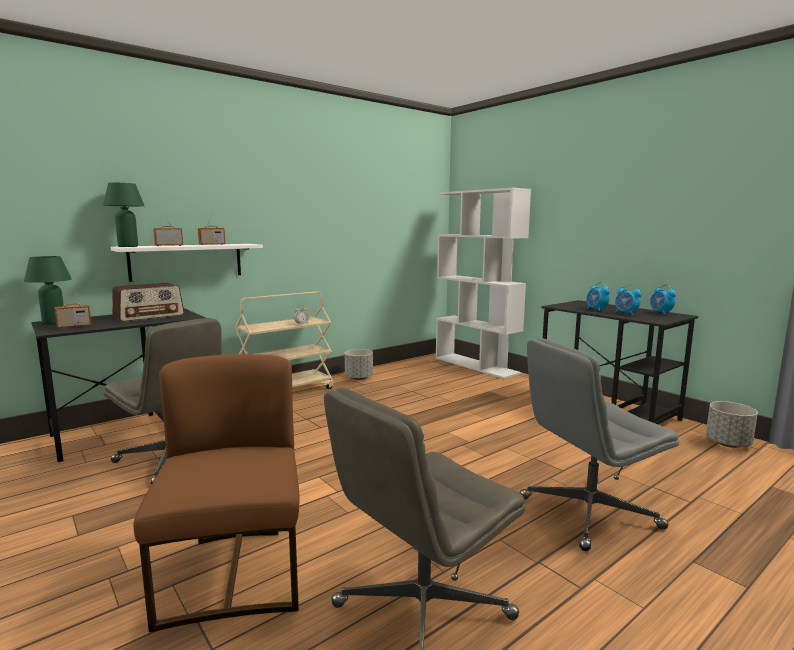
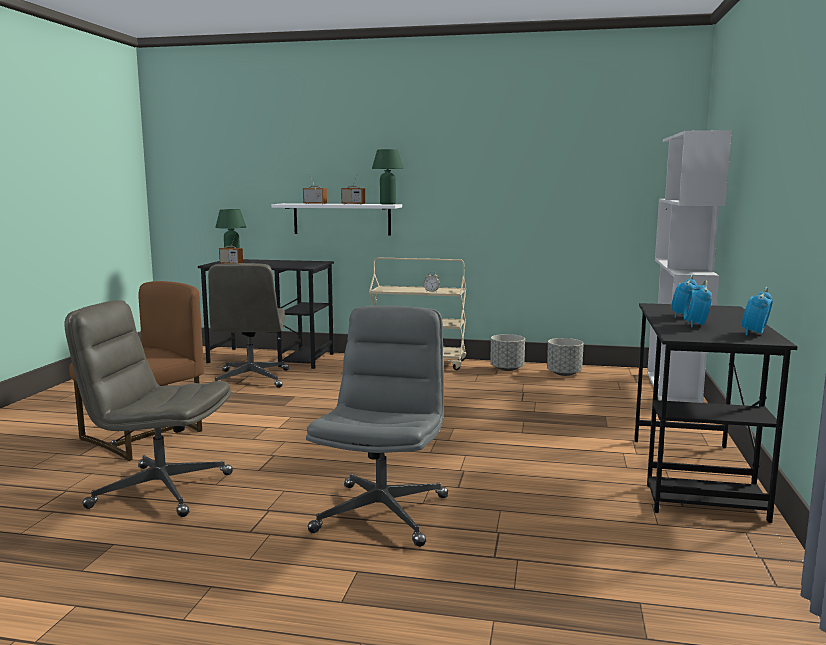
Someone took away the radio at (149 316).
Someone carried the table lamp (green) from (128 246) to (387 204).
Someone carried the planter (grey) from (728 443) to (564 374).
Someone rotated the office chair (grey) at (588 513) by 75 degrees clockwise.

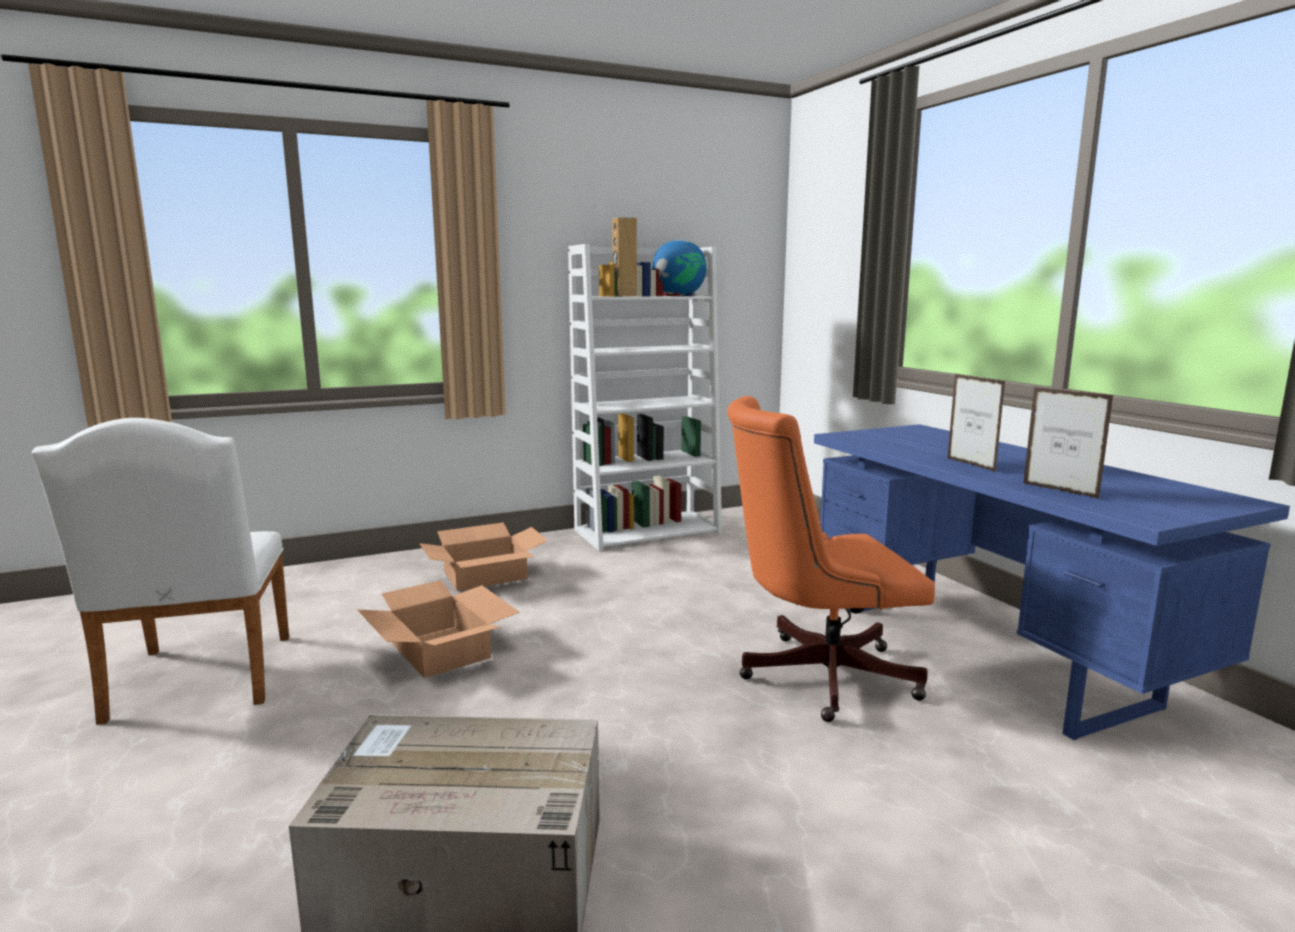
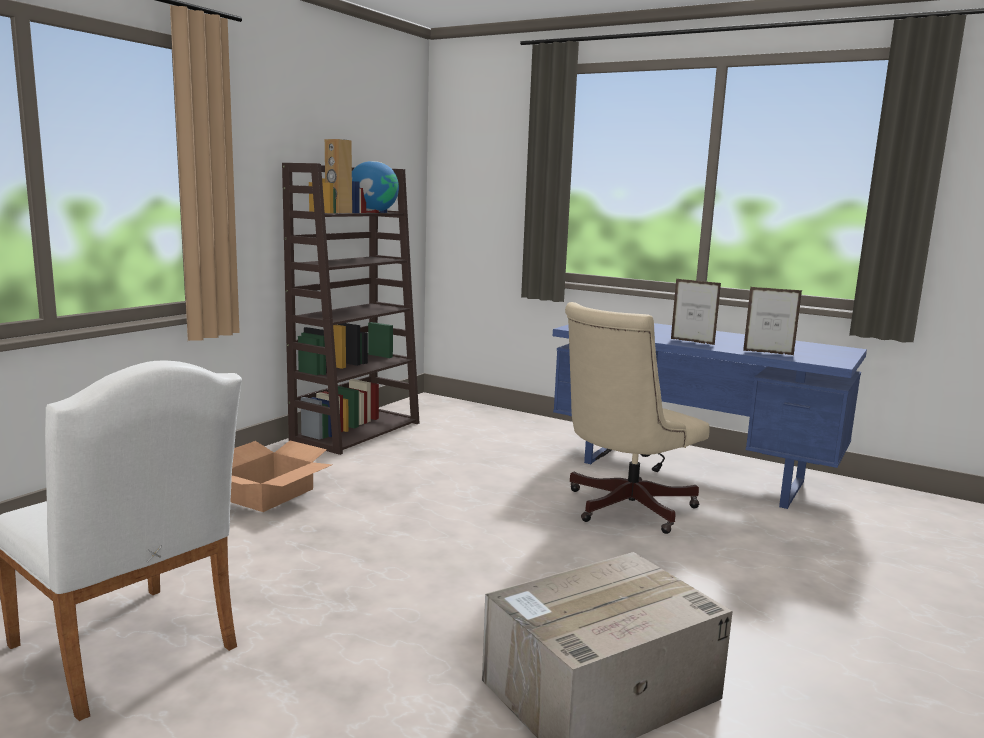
Someone took away the cardboard box at (441 651).
Someone repainted the bookcase (white) at (648 531), which became the bookcase (brown) at (356 431).
Someone repainted the office chair (orange) at (816 675), which became the office chair (beige) at (623 508).

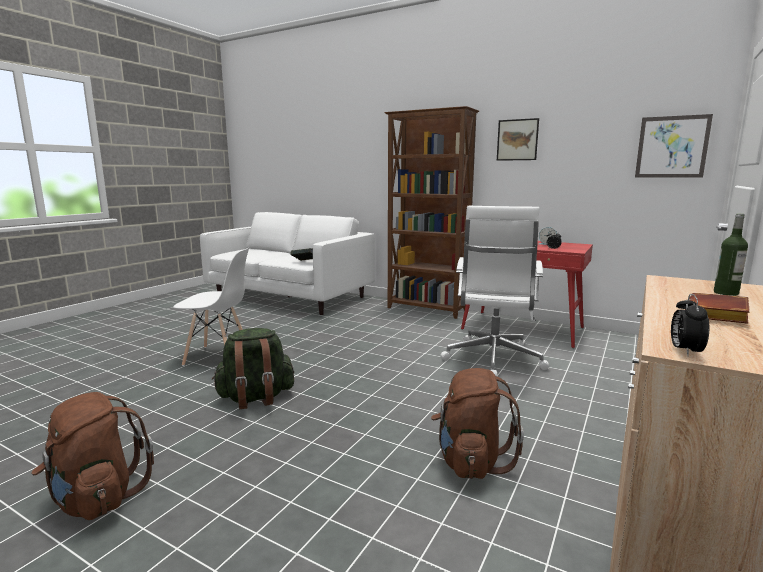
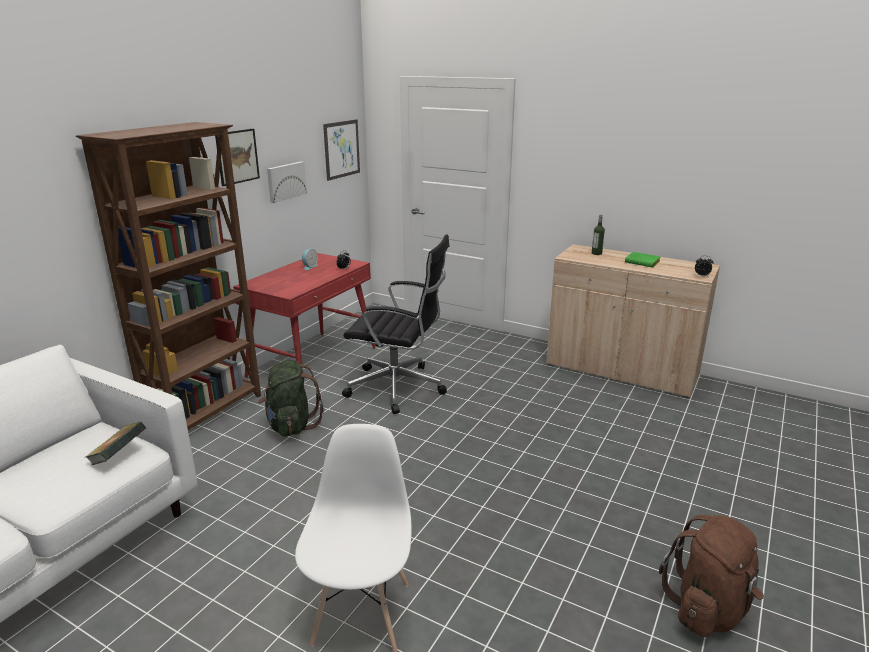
Someone took away the backpack (brown) at (470 461).
Someone put up the picture at (285 181).
Someone carried the backpack (green) from (256 398) to (291 425).
Someone repainted the office chair (white) at (493 360), which became the office chair (black) at (398 388).
Someone repainted the book (brown) at (718 315), which became the book (green) at (643 263).

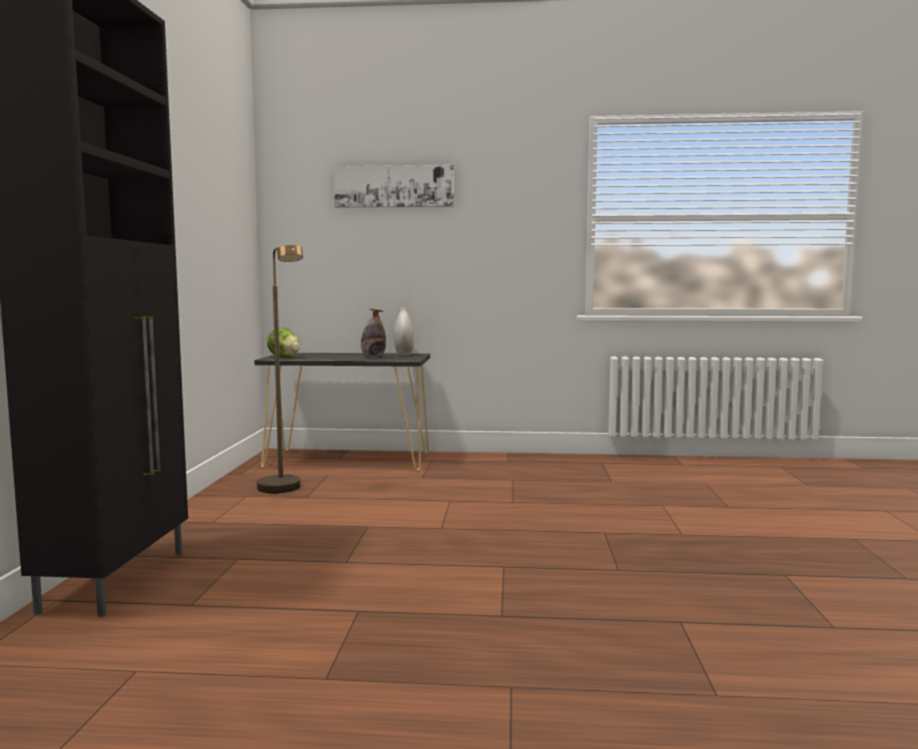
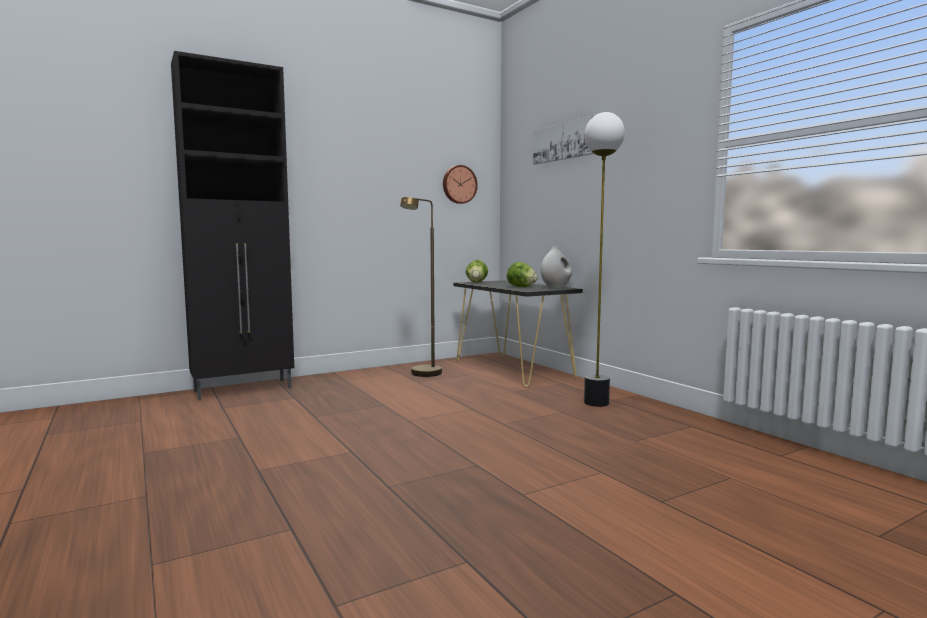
Someone put up the wall clock at (459 184).
Someone put down the floor lamp at (597 403).
Someone swapped the bottle at (373 357) for the lettuce at (521 287).

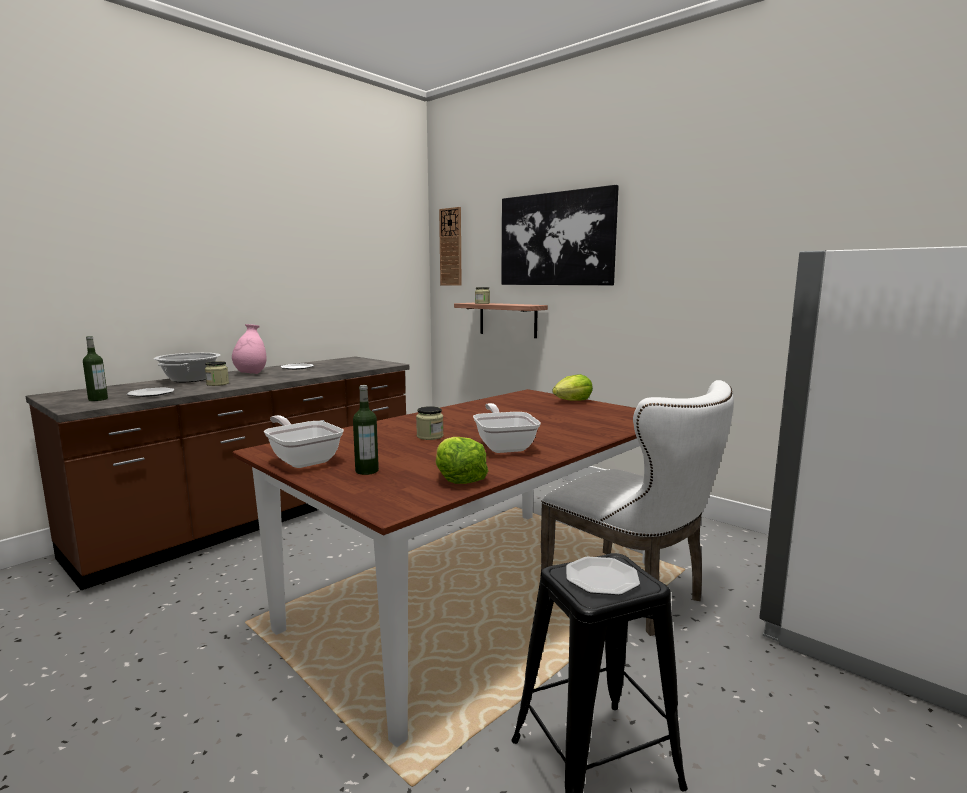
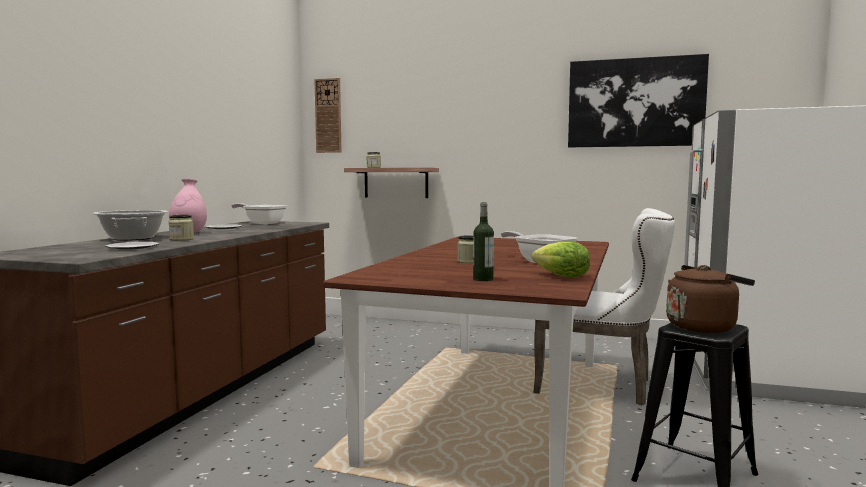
Someone took away the bottle at (98 399).
Someone took away the lettuce at (572 401).
Someone carried the frying pan from (303 459) to (262 223).
Someone carried the picture from (556 239) to (635 103).
Someone swapped the plate at (602 579) for the kettle (brown) at (703 327).

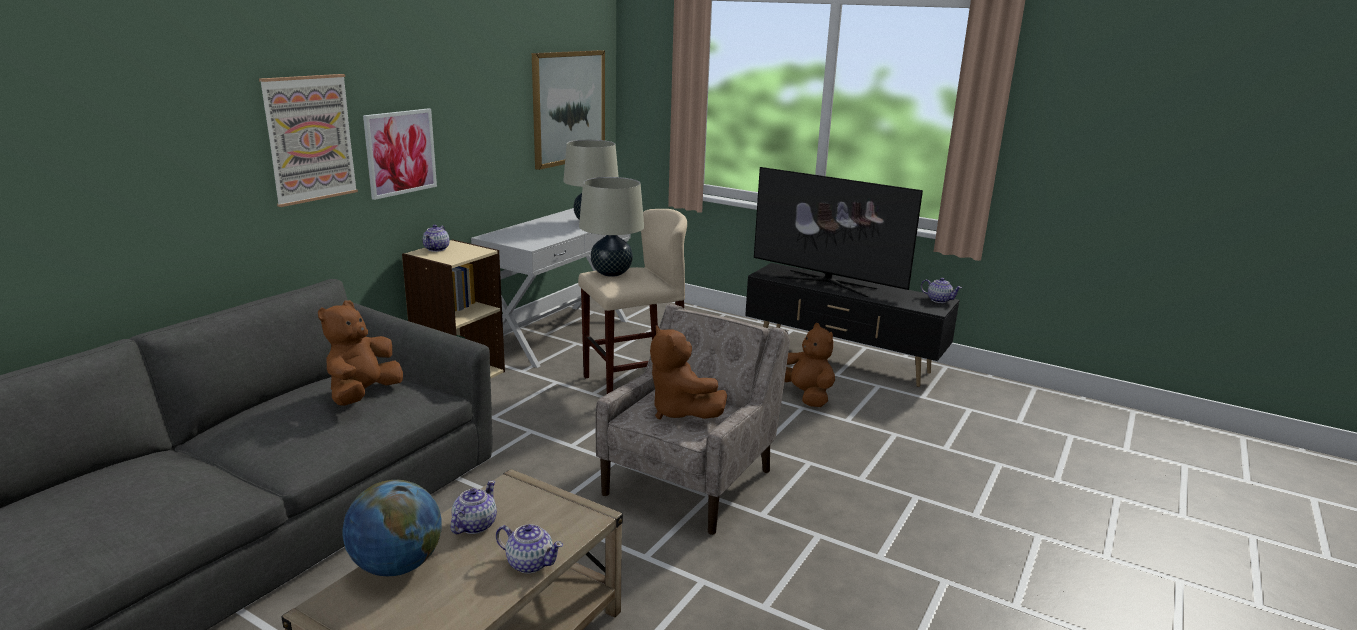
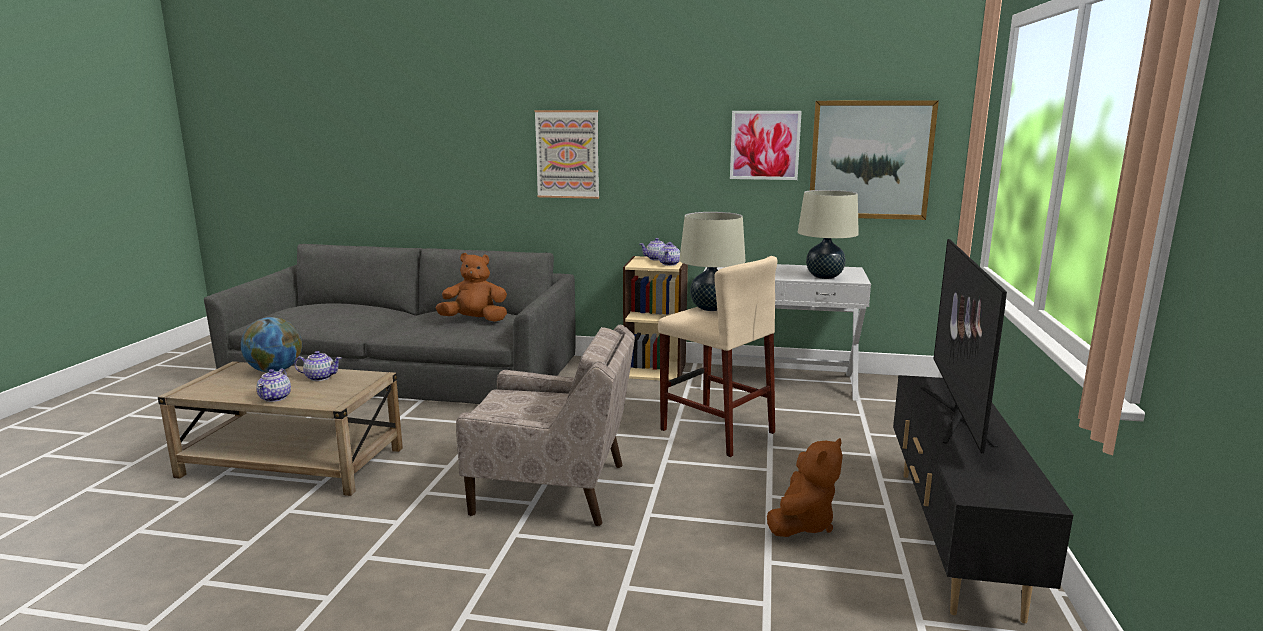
Someone took away the plush toy (brown) at (680 412).
Someone carried the picture from (400 152) to (765 145).
Someone carried the teapot from (938 300) to (669 264).

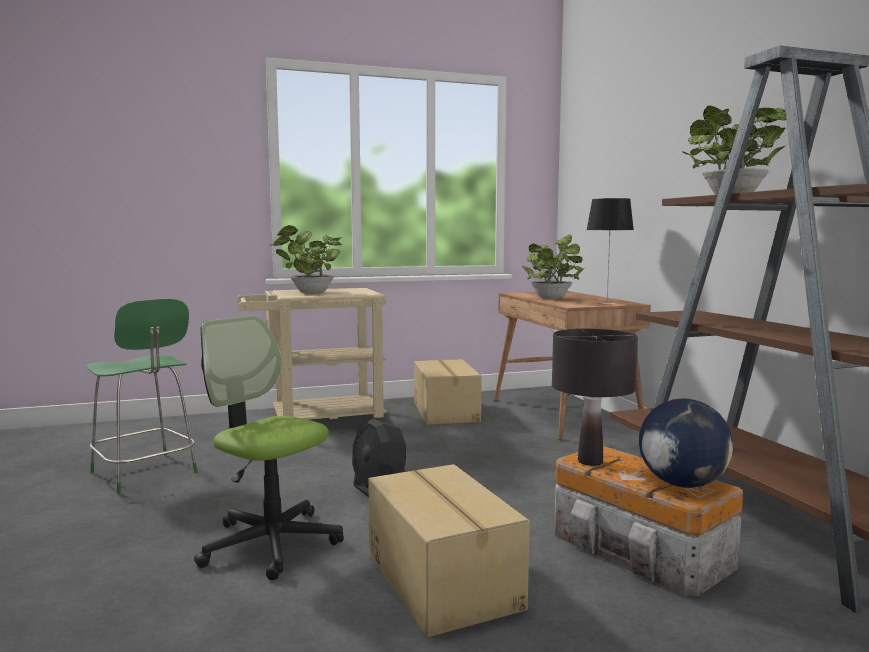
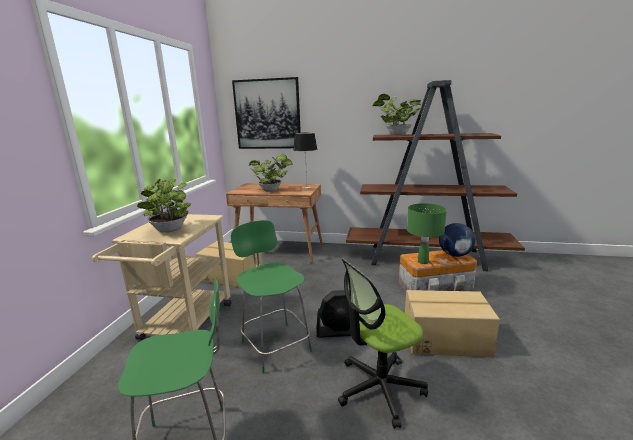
Someone put down the chair (green) at (275 345).
Someone put up the picture at (267 114).
Someone repainted the table lamp (black) at (590 461), which became the table lamp (green) at (423 262).

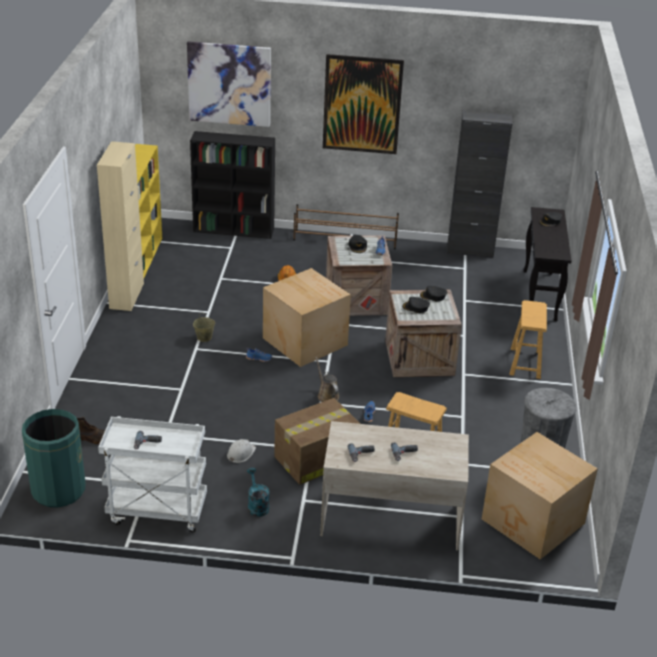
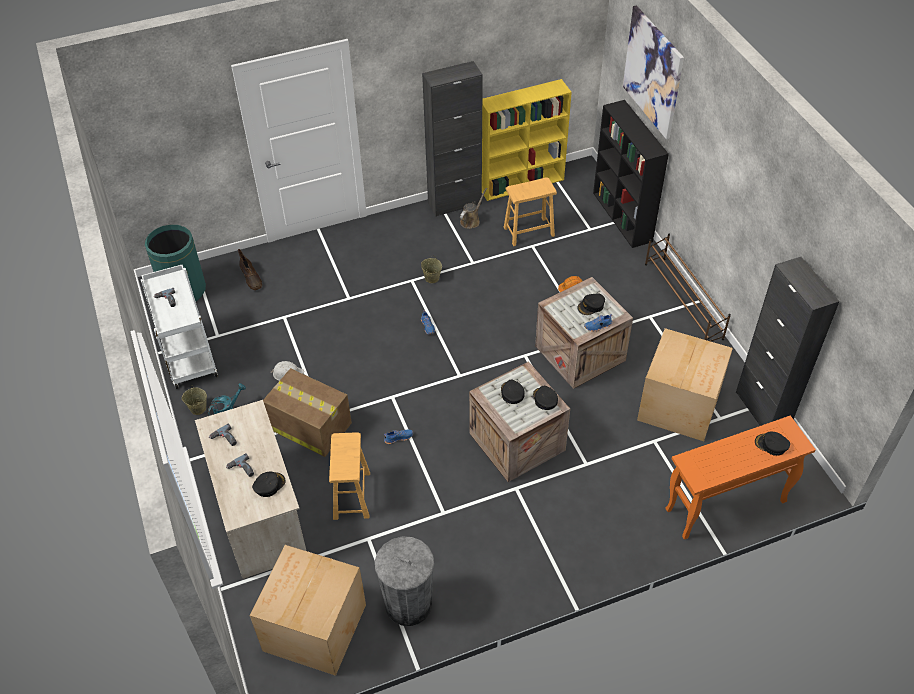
Someone took away the picture at (362 104).
Someone put down the bucket (beige) at (197 408).
Someone put down the cap (black) at (269 485).
Someone carried the cardboard box from (305 340) to (680 405).
Someone carried the watering can (brown) from (327 395) to (471 220).
Someone carried the stool (brown) from (525 363) to (528 231).
Someone repainted the cabinet (beige) at (126 296), which became the cabinet (black) at (454 203).
Someone repainted the console table (black) at (540 295), which became the console table (orange) at (725 506).

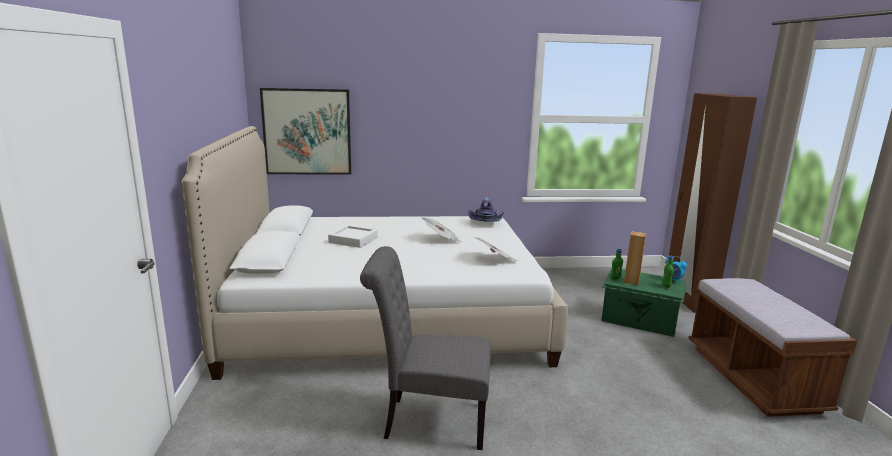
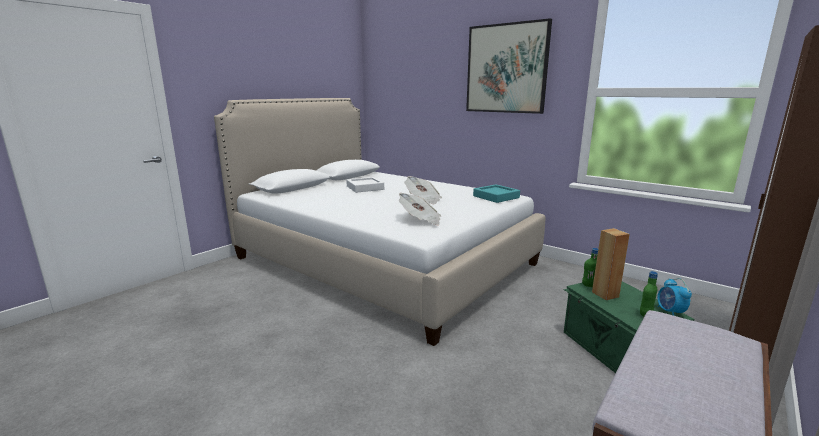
Someone took away the chair (grey) at (428 421).
Someone carried the picture from (307 132) to (506 69).
Someone swapped the hat (purple) at (485 222) for the tray (turquoise) at (496 197).

